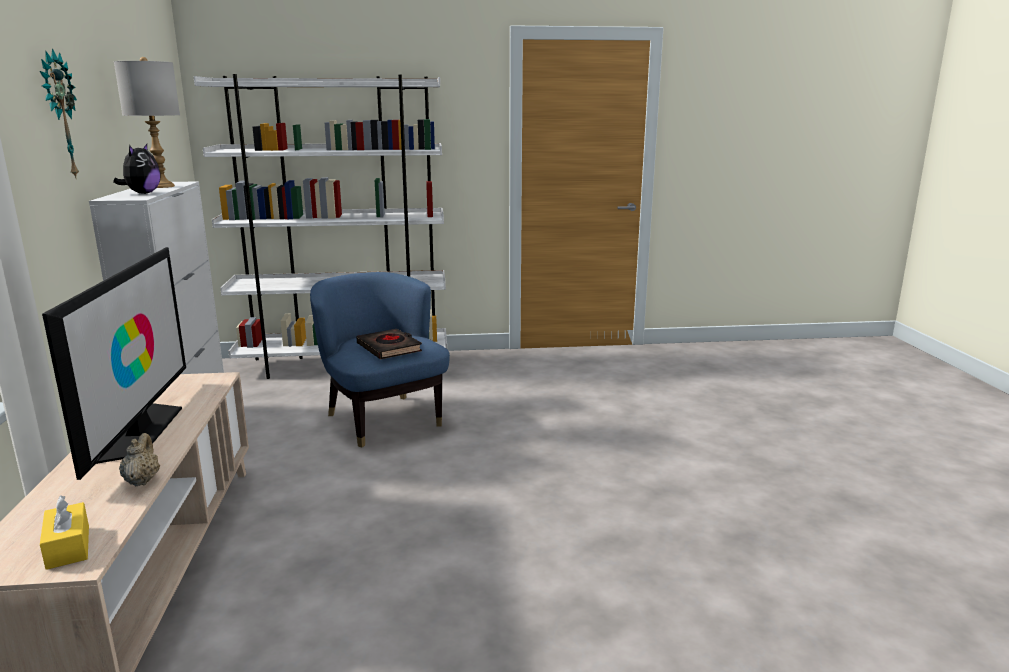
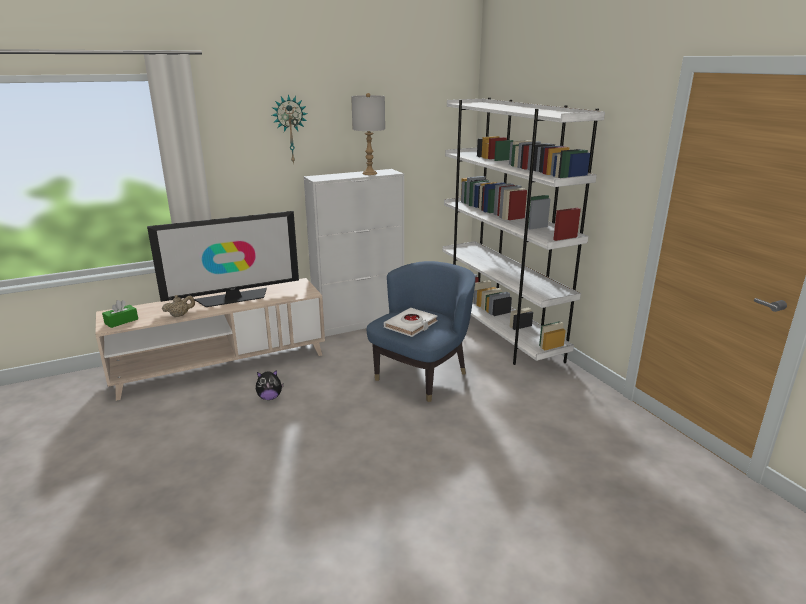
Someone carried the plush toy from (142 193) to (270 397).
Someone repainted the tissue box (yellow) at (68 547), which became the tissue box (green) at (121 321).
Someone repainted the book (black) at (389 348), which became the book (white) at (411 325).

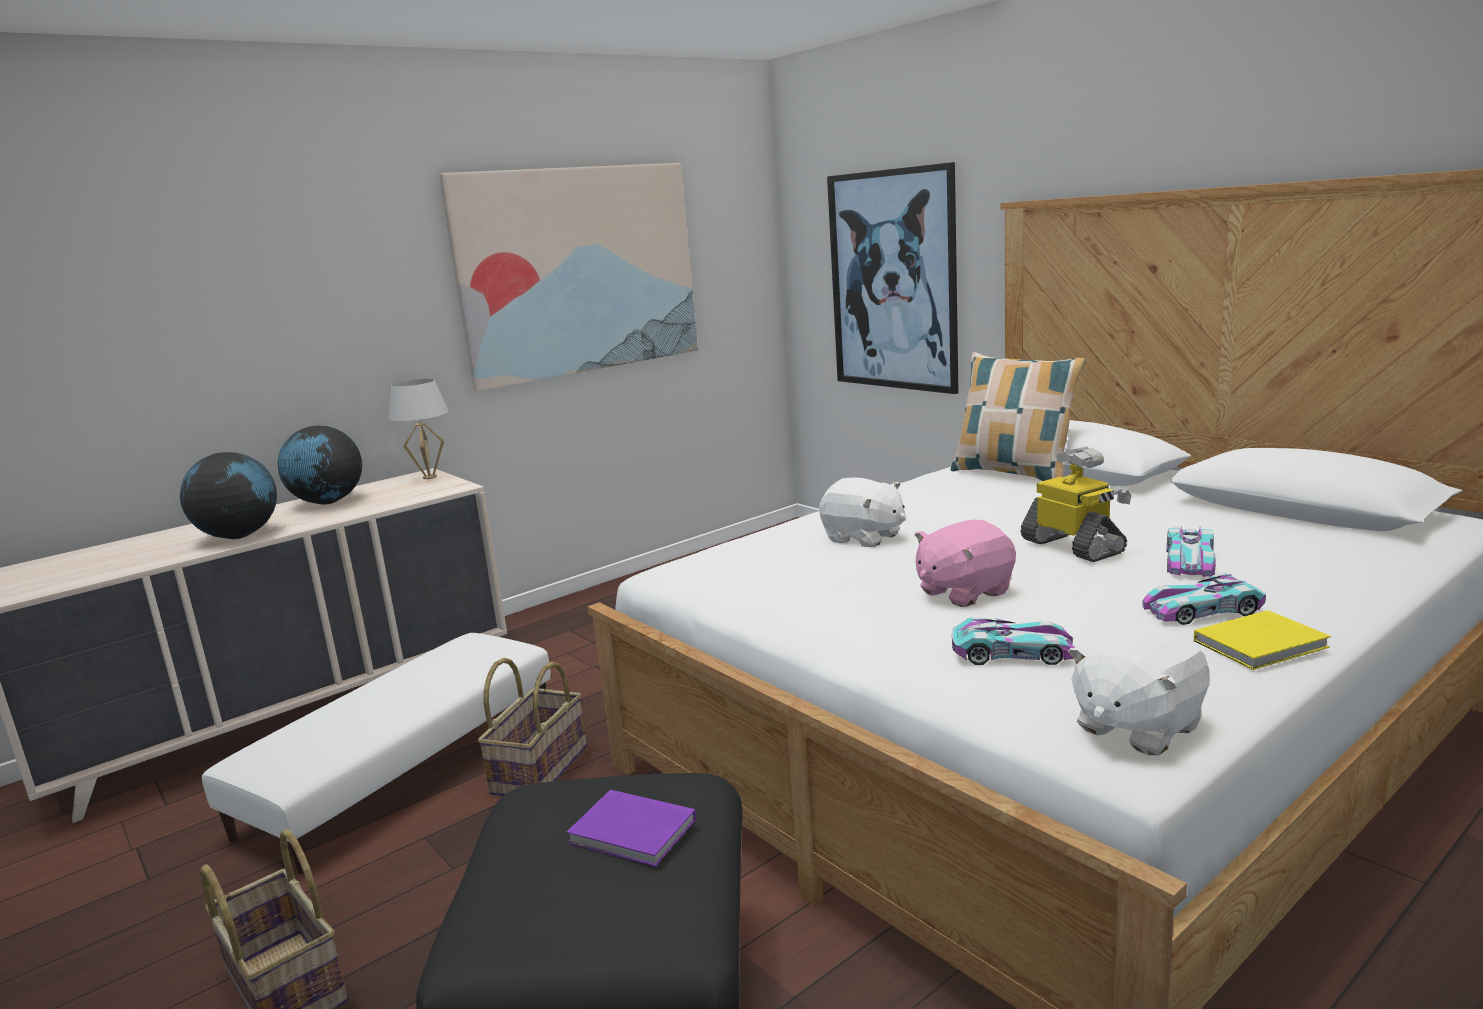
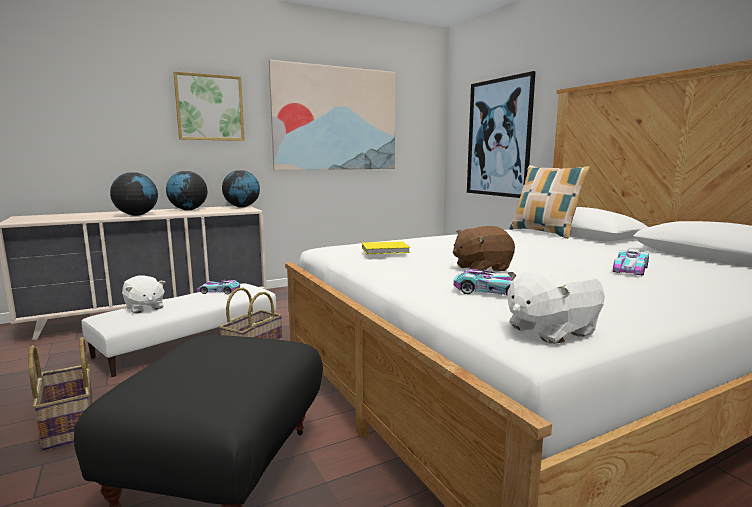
Someone took away the book (purple) at (634 833).
Someone took away the toy robot at (1074 546).
Someone put up the picture at (210 107).
Someone carried the plush toy (white) from (863 538) to (144 308).
Someone carried the toy car from (1202 610) to (219 291).
Someone carried the book (yellow) from (1263 644) to (386 250).
Someone swapped the table lamp (white) at (429 477) for the globe at (242 207).
Someone repainted the plush toy (pink) at (963 592), which became the plush toy (brown) at (481 268).

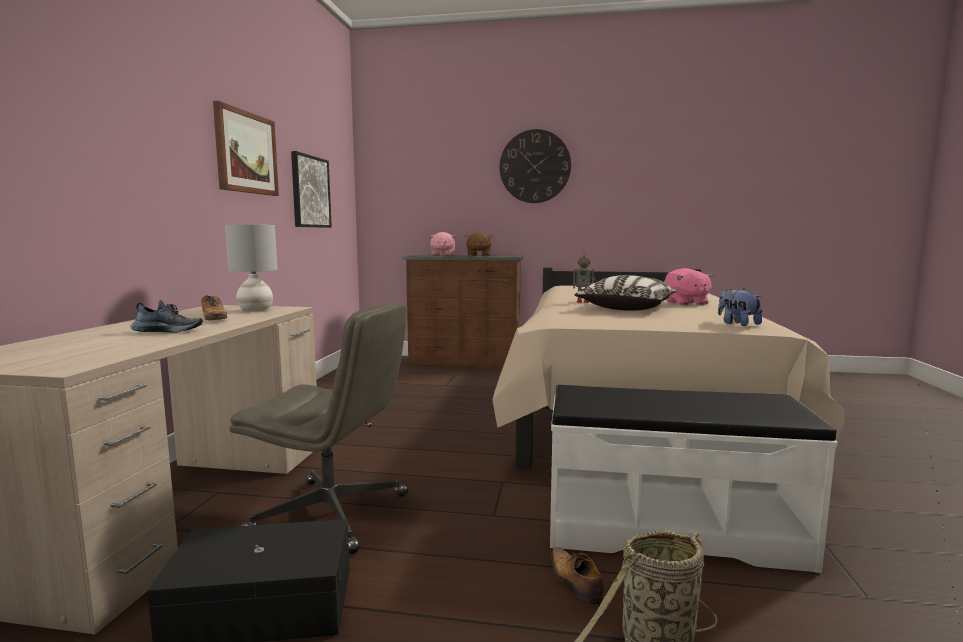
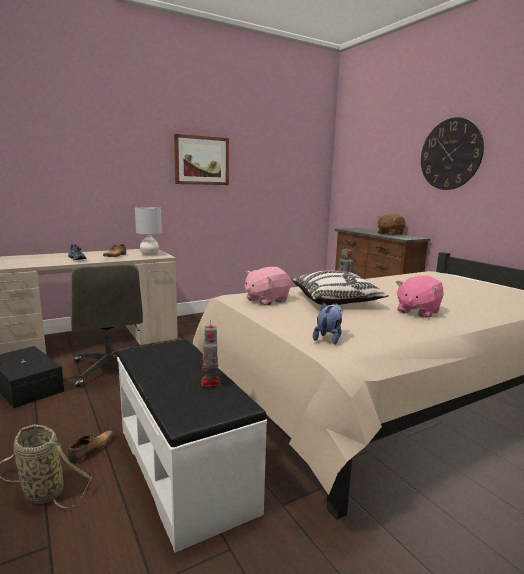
Someone took away the picture at (310 192).
Someone put down the toy robot at (210 383).
Someone carried the plush toy (pink) from (442 255) to (266 300).

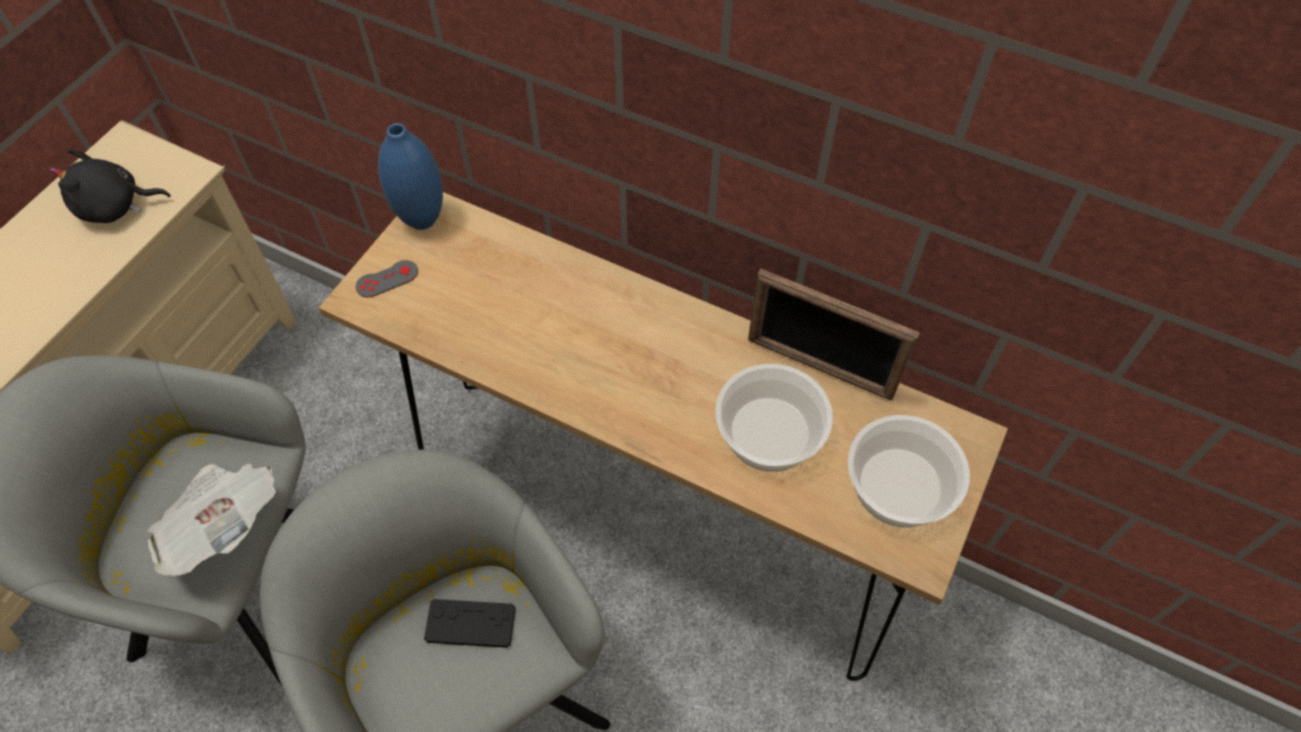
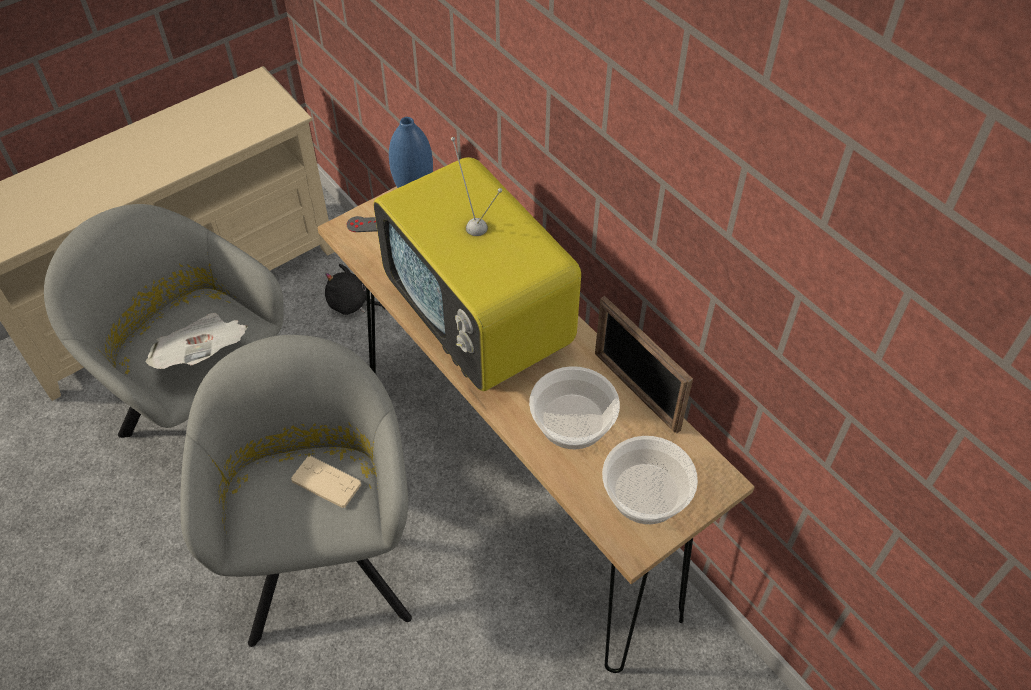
Someone put down the television at (481 325).
Someone carried the plush toy (black) from (115 207) to (351 303).
Someone repainted the game controller (black) at (470 624), which became the game controller (beige) at (326 482).

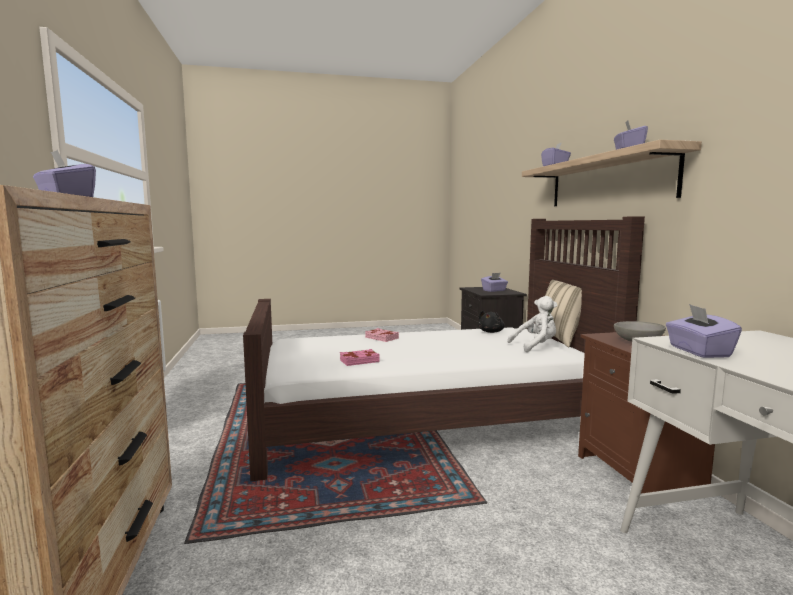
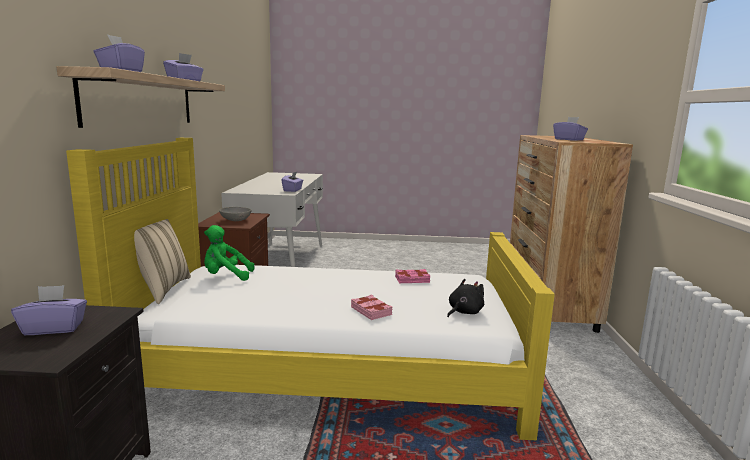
Someone carried the plush toy (black) from (491 332) to (464 312).
Someone repainted the bed (brown) at (428 418), which became the bed (yellow) at (328 369).
Someone repainted the plush toy (white) at (535 346), which became the plush toy (green) at (226 276).

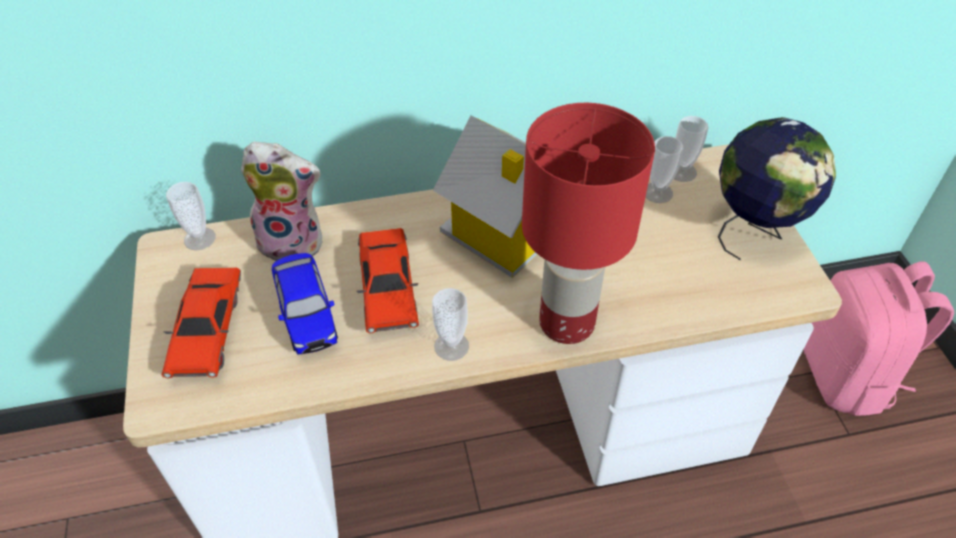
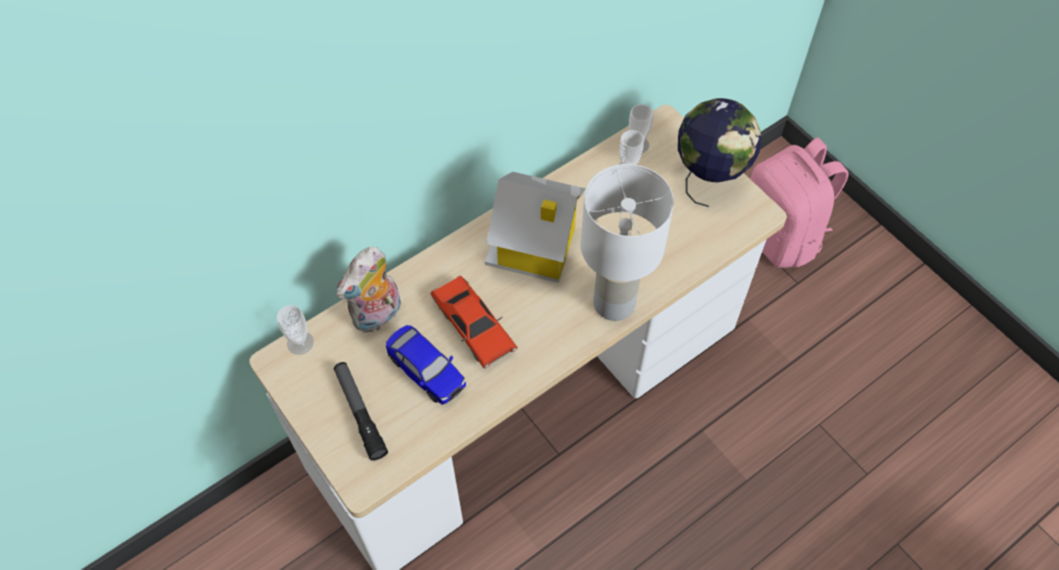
Someone took away the cup at (451 346).
Someone swapped the toy car (red) at (208 330) for the flashlight at (360 413).
Someone repainted the table lamp (red) at (565 321), which became the table lamp (white) at (613 302).
Someone rotated the plush toy at (294 241) by 150 degrees clockwise.

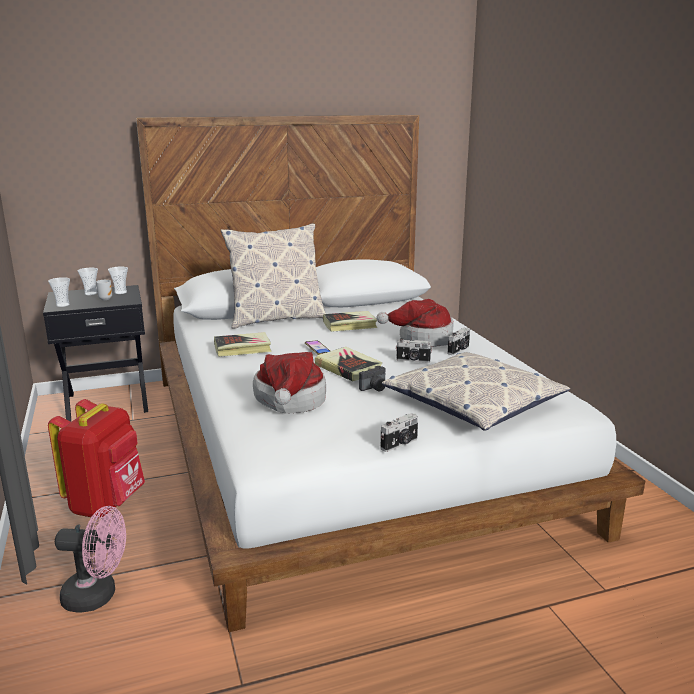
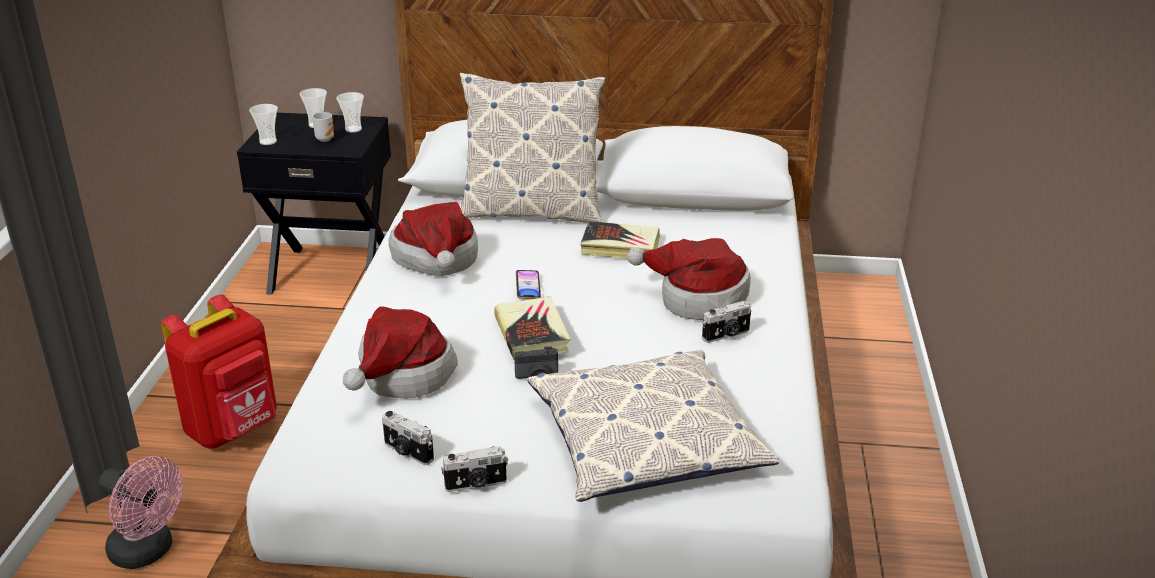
Someone carried the photo camera from (413 360) to (407 452).
Someone swapped the book at (242 348) for the hat at (437 261).

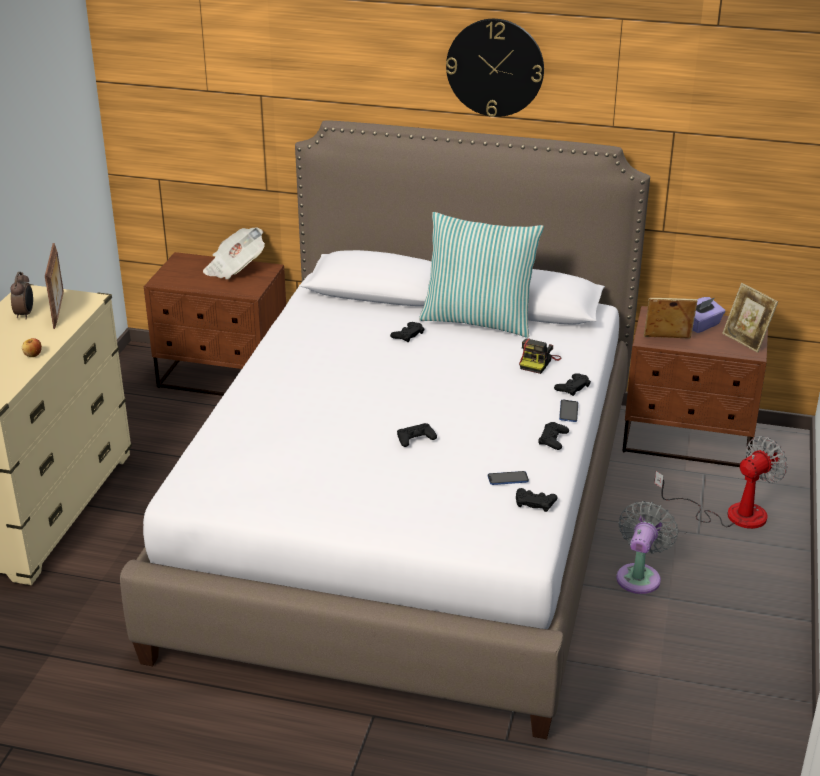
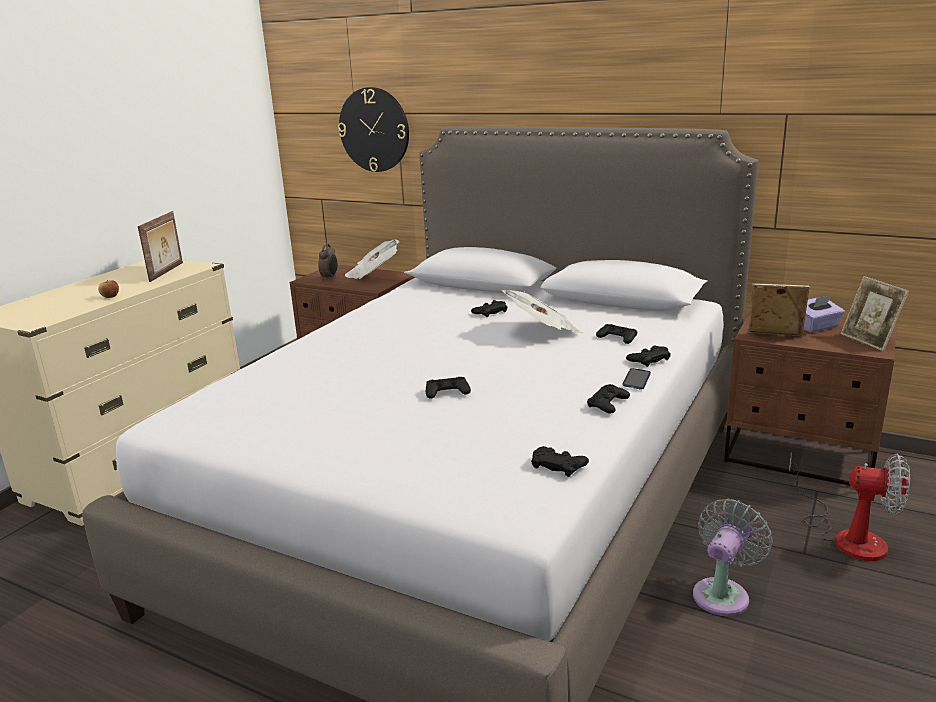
Someone took away the pillow at (478 320).
Someone took away the phone at (508 479).
Someone put down the newspaper at (543 331).
Someone carried the alarm clock from (25 314) to (330 278).
Someone carried the wall clock from (495 67) to (374 130).
Someone swapped the photo camera at (538 362) for the game controller (black) at (617 338).
Someone rotated the fan at (731 514) by 45 degrees clockwise.

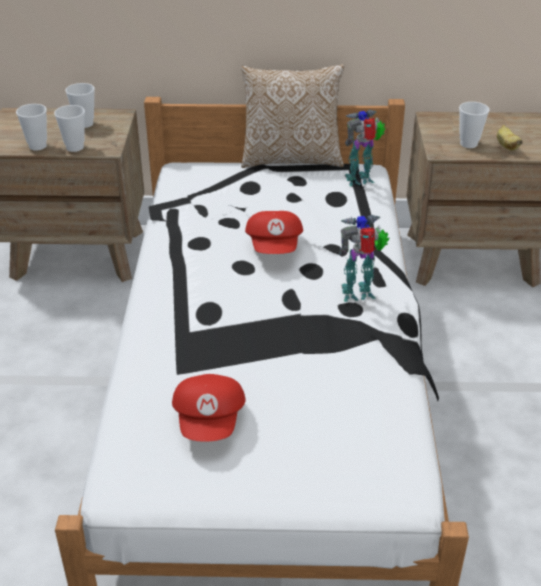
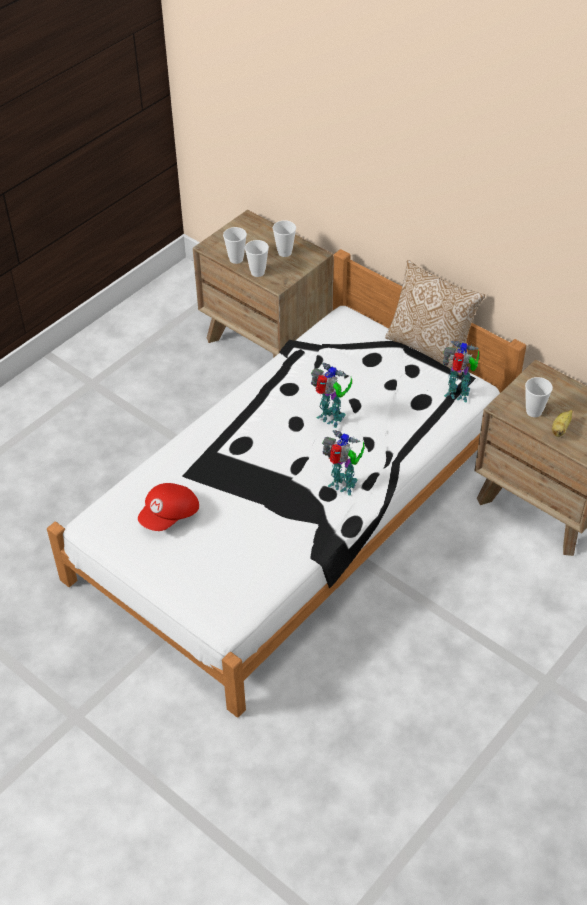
Someone swapped the cap (red) at (275 247) for the toy robot at (330 419).

